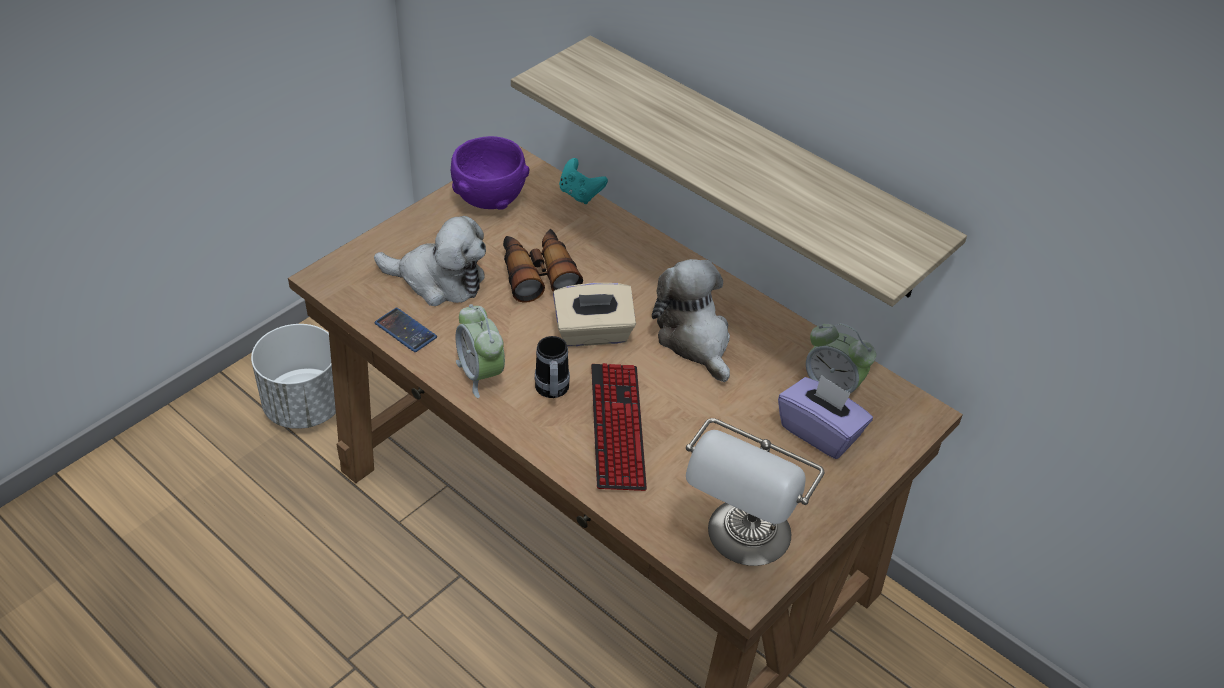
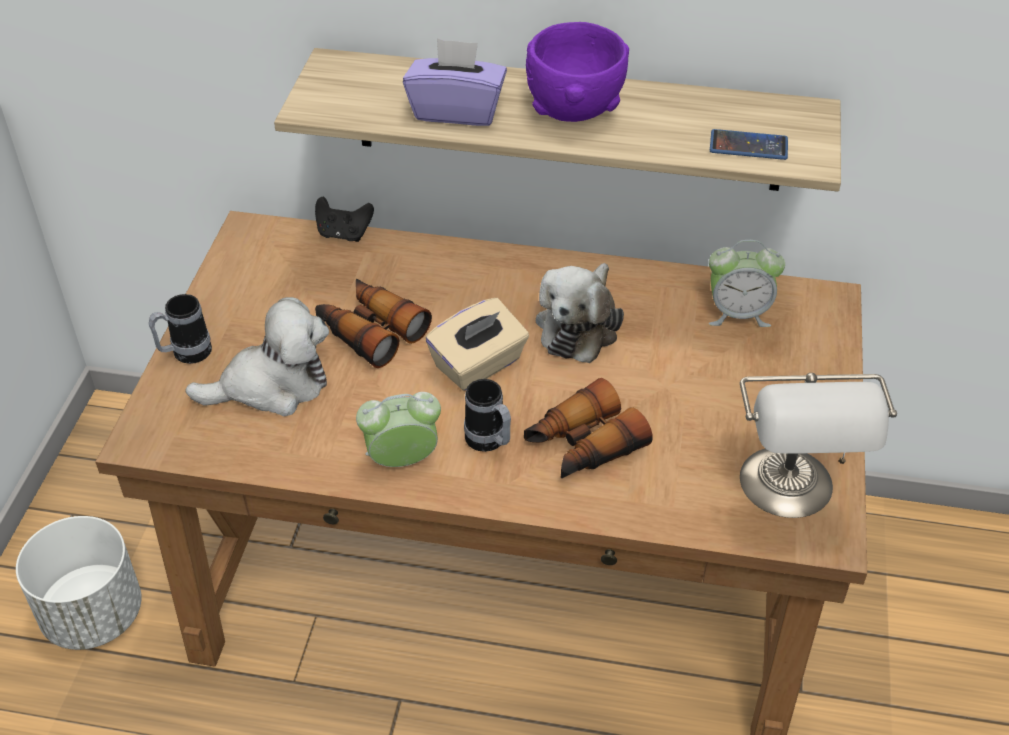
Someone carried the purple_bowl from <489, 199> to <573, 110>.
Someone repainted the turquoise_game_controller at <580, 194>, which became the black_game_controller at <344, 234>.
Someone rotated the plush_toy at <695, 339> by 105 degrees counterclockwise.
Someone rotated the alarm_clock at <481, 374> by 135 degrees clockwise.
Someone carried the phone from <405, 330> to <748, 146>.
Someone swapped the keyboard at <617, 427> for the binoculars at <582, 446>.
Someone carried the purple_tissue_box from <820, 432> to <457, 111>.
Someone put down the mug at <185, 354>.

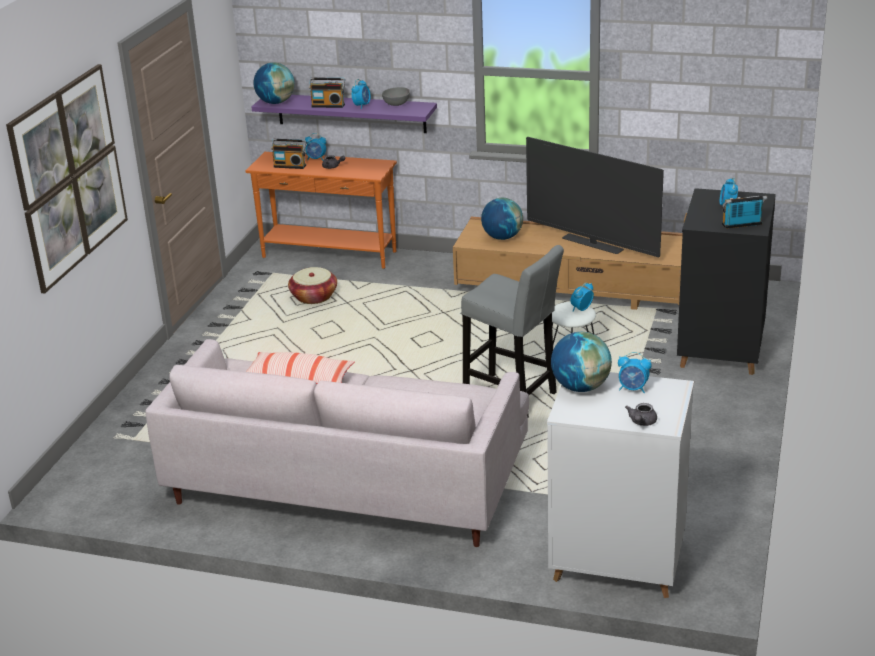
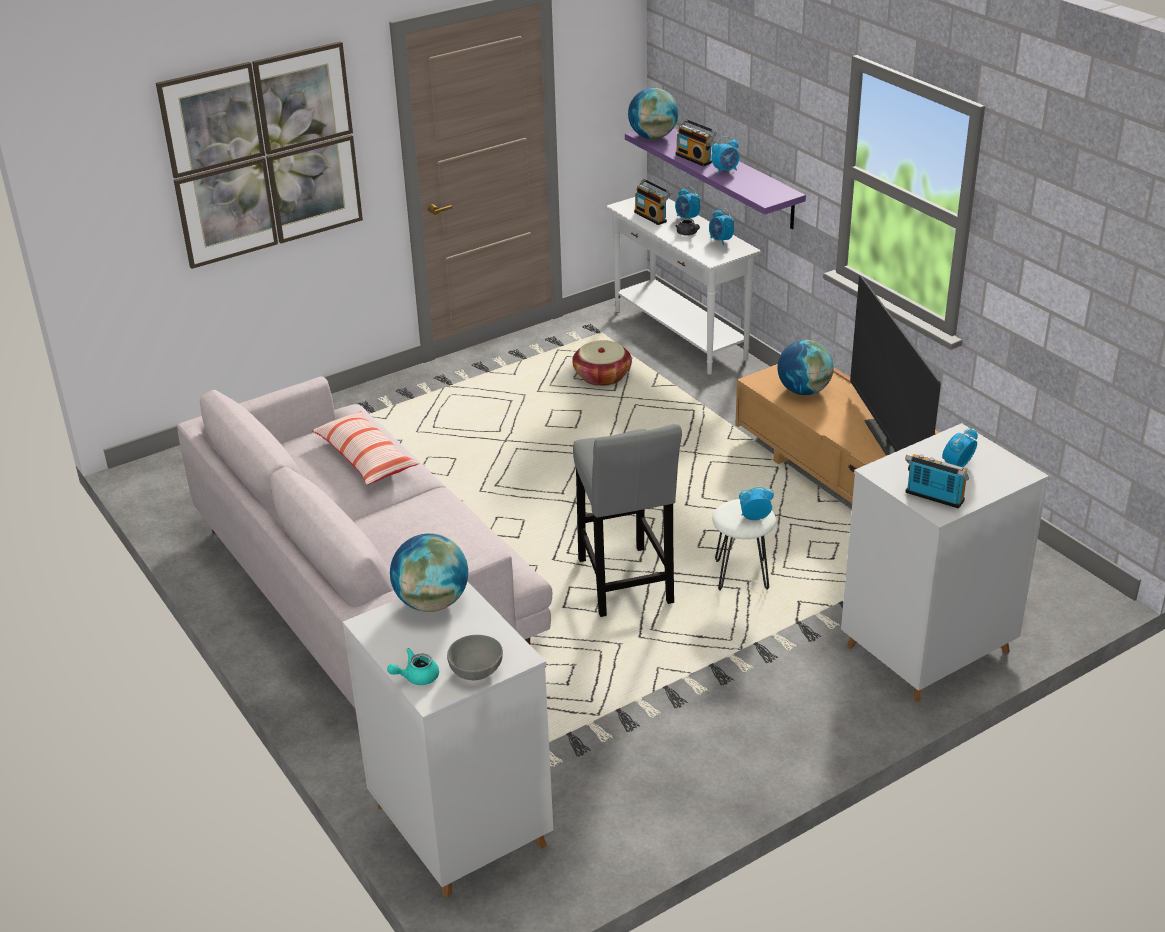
Someone carried the grey_bowl from <397, 104> to <477, 672>.
Someone repainted the orange_console_table at <330, 254>, which became the white_console_table at <681, 335>.
Someone repainted the black_dresser at <720, 349>, which became the white_dresser at <926, 649>.
Someone carried the alarm_clock from <633, 389> to <720, 240>.
Someone repainted the grey_teapot at <641, 422>, which became the turquoise_teapot at <416, 677>.

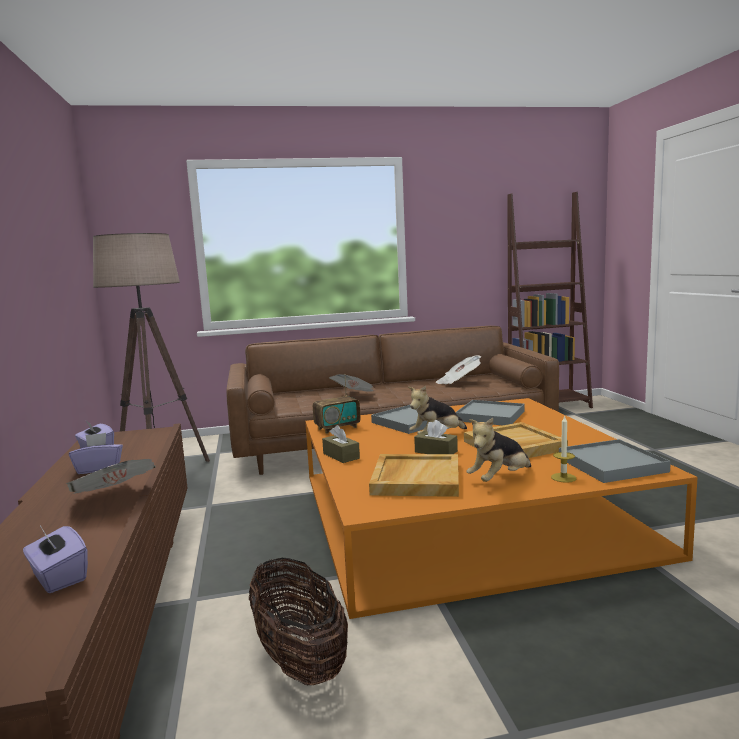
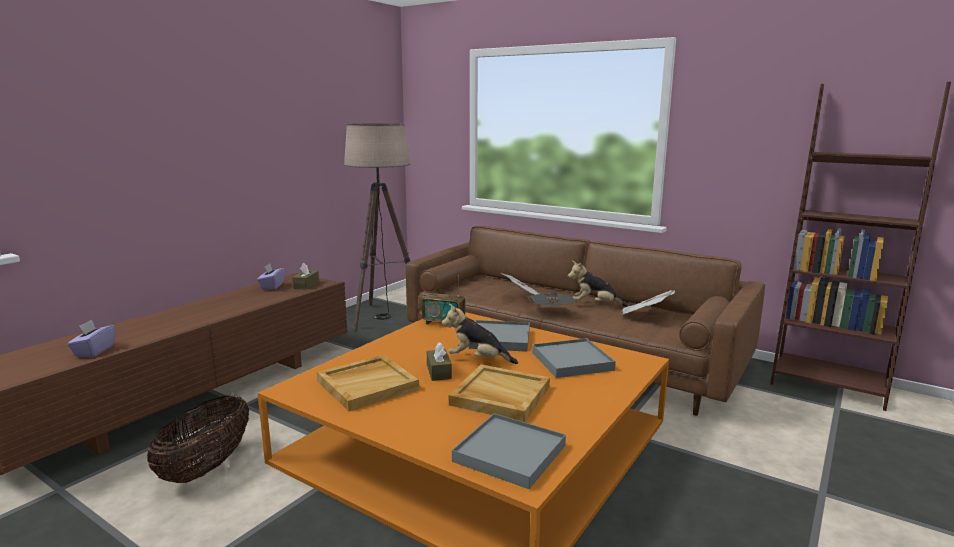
Someone took away the candle at <563, 477>.
Someone carried the plush_toy from <500, 479> to <594, 305>.
Someone carried the brown_tissue_box from <341, 456> to <306, 285>.
Someone took away the purple_tissue_box at <99, 468>.
Someone carried the newspaper from <115, 498> to <551, 313>.

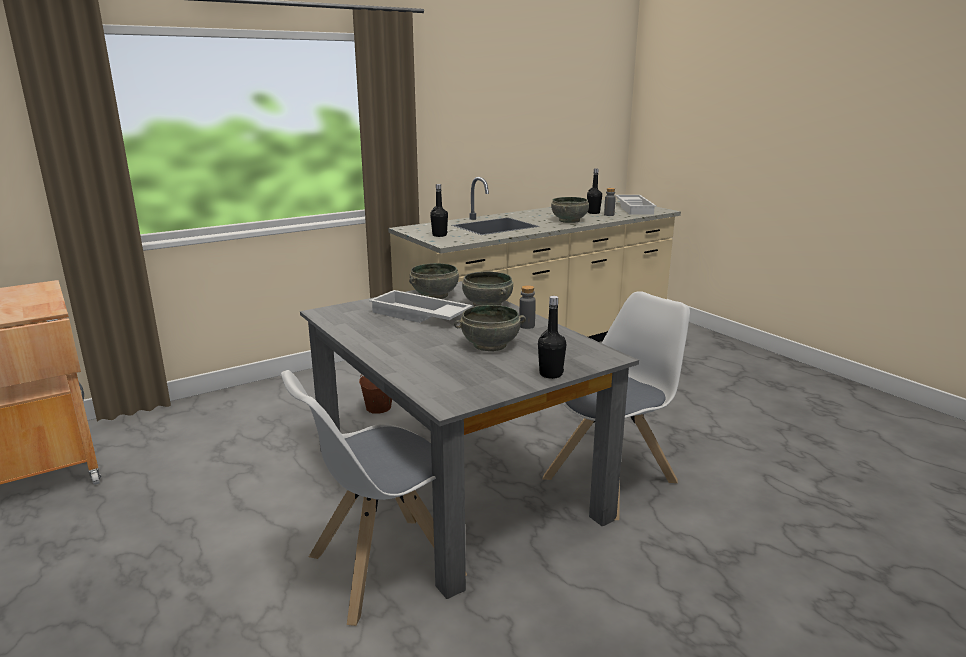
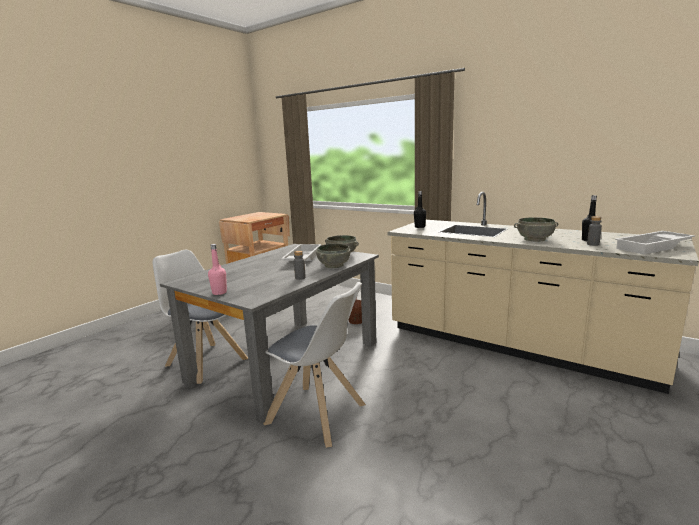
Someone repainted the black_bottle at <550, 374>, which became the pink_bottle at <219, 292>.
Someone took away the grey_bowl at <490, 345>.

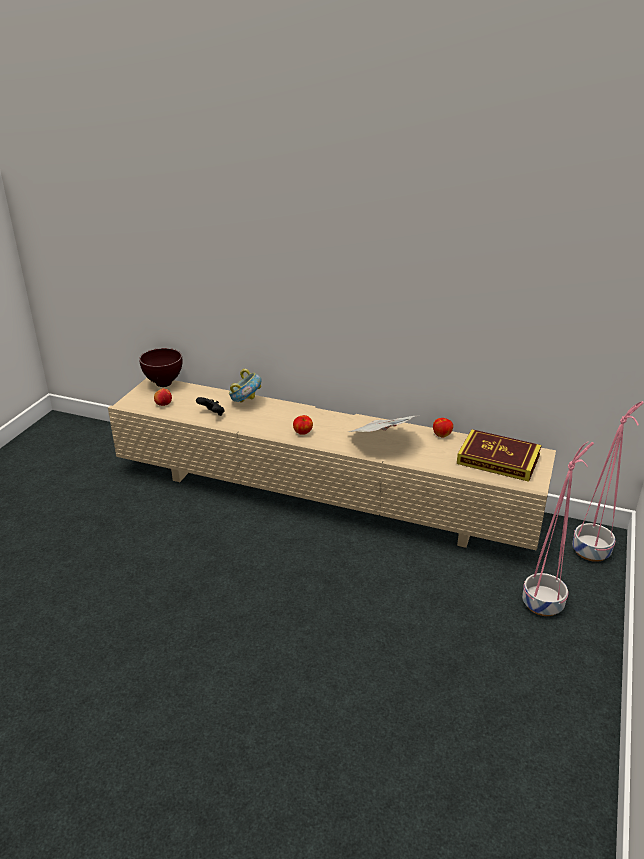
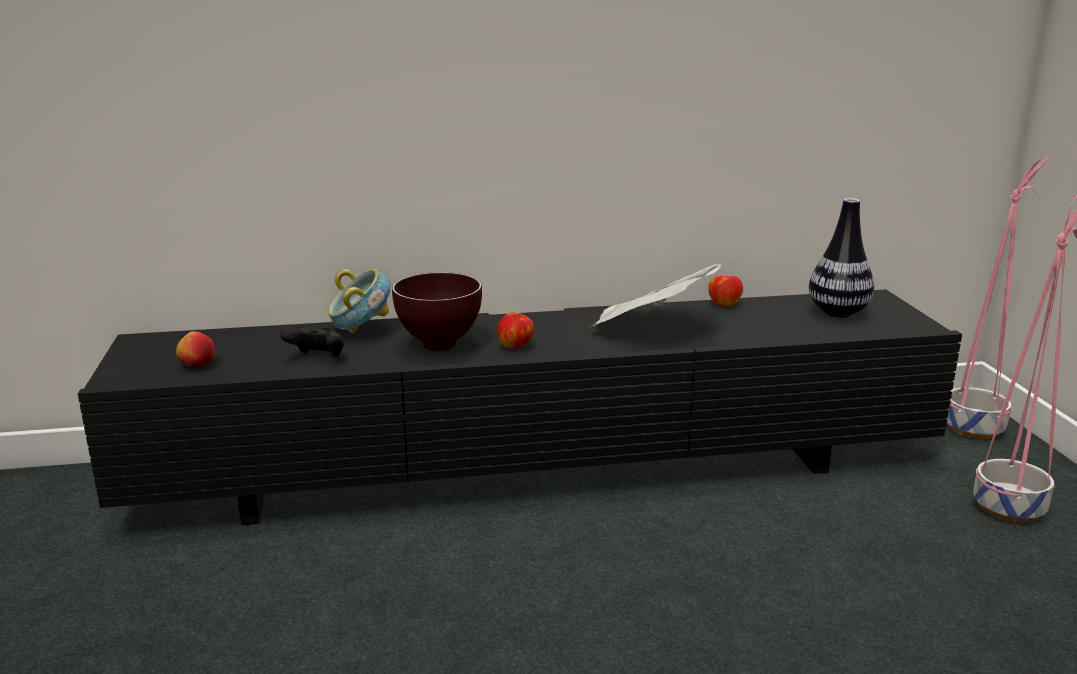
Someone carried the brown_bowl from <164, 384> to <441, 346>.
Someone repainted the beige_tv_stand at <322, 492>, which became the black_tv_stand at <538, 465>.
Someone swapped the book at <498, 459> for the vase at <837, 313>.

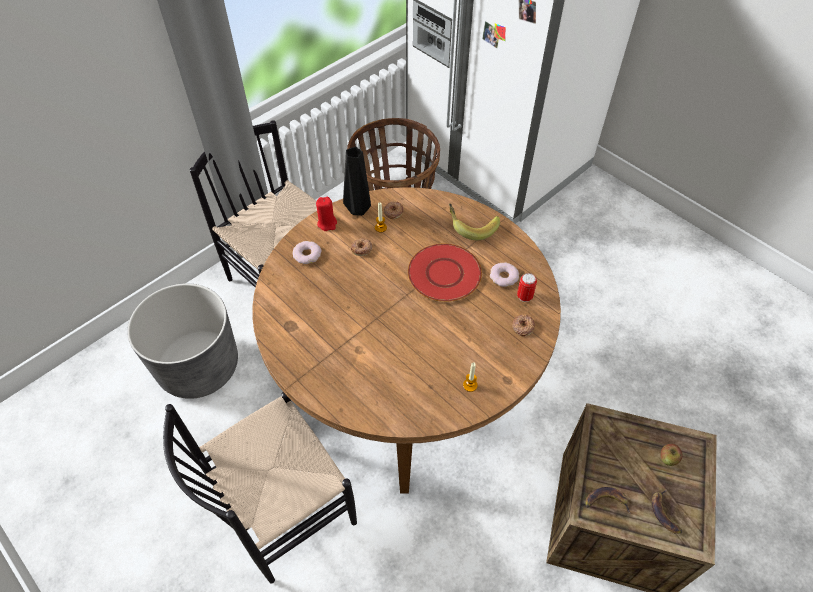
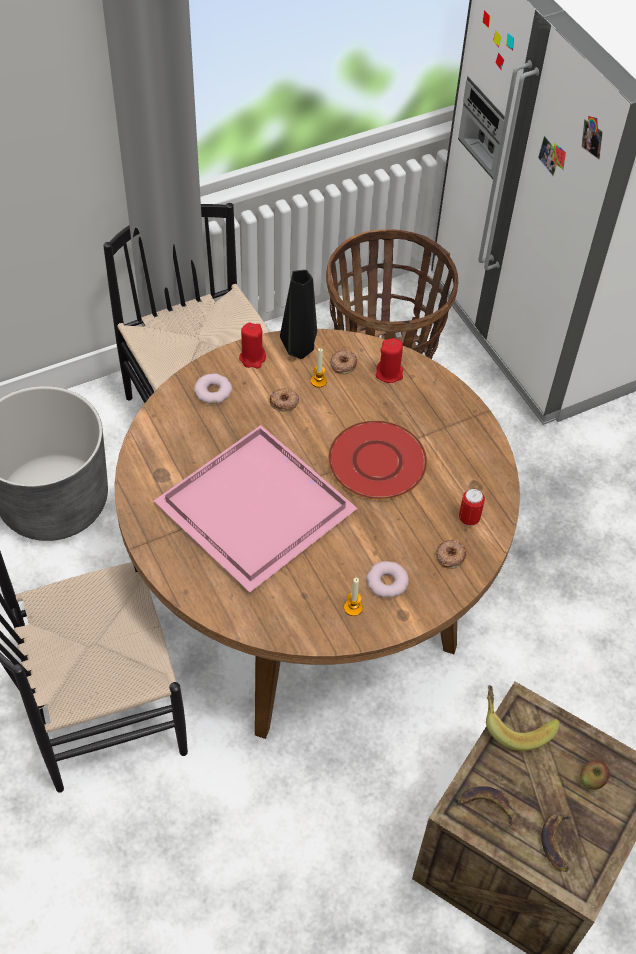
Someone carried the banana from <471, 227> to <515, 723>.
Someone carried the donut from <504, 277> to <387, 582>.
Someone put down the red_candle at <389, 373>.
Someone put down the pink_tray at <259, 508>.

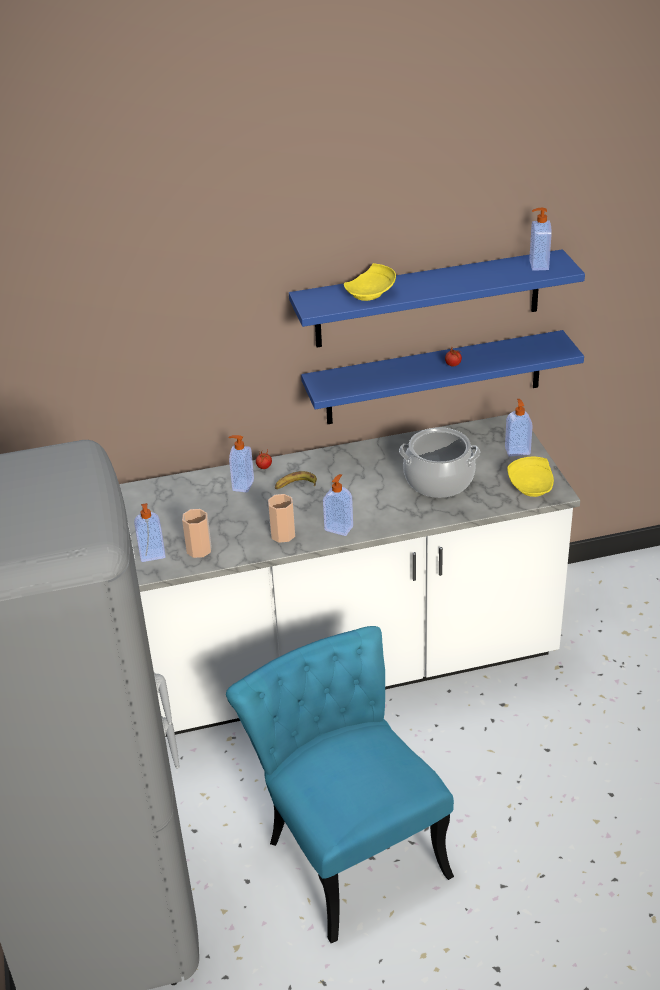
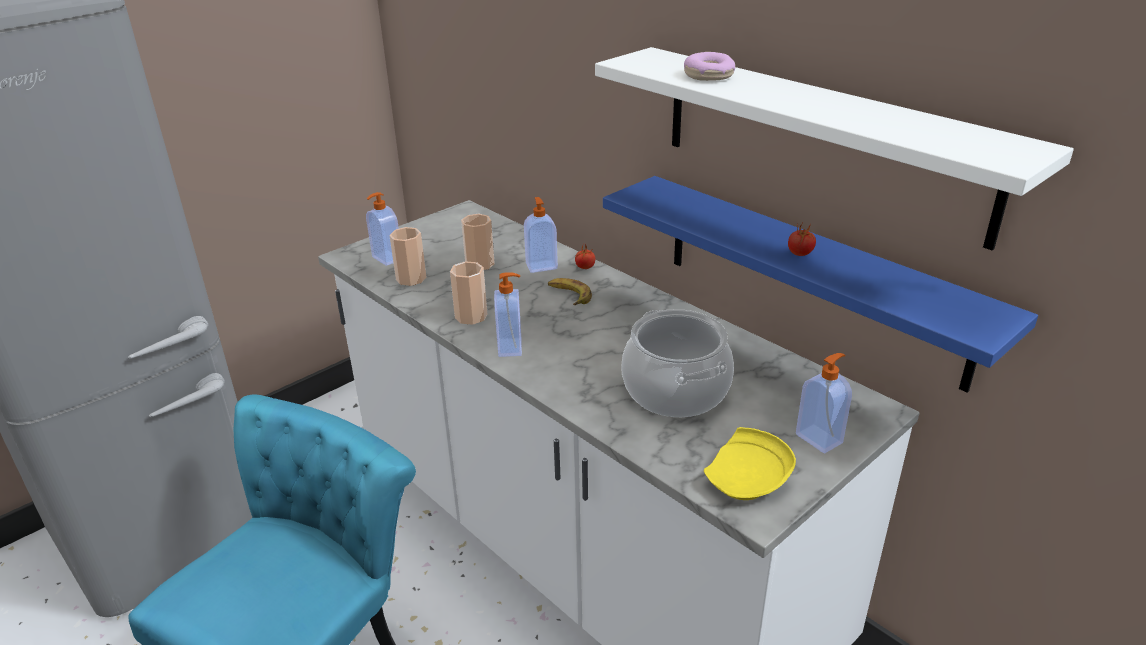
Someone took away the soap_dispenser at <538, 265>.
Someone repainted the blue_shelf at <428, 299>, which became the white_shelf at <819, 141>.
Someone swapped the yellow_plate at <371, 293> for the donut at <708, 76>.
Someone put down the cup at <480, 264>.

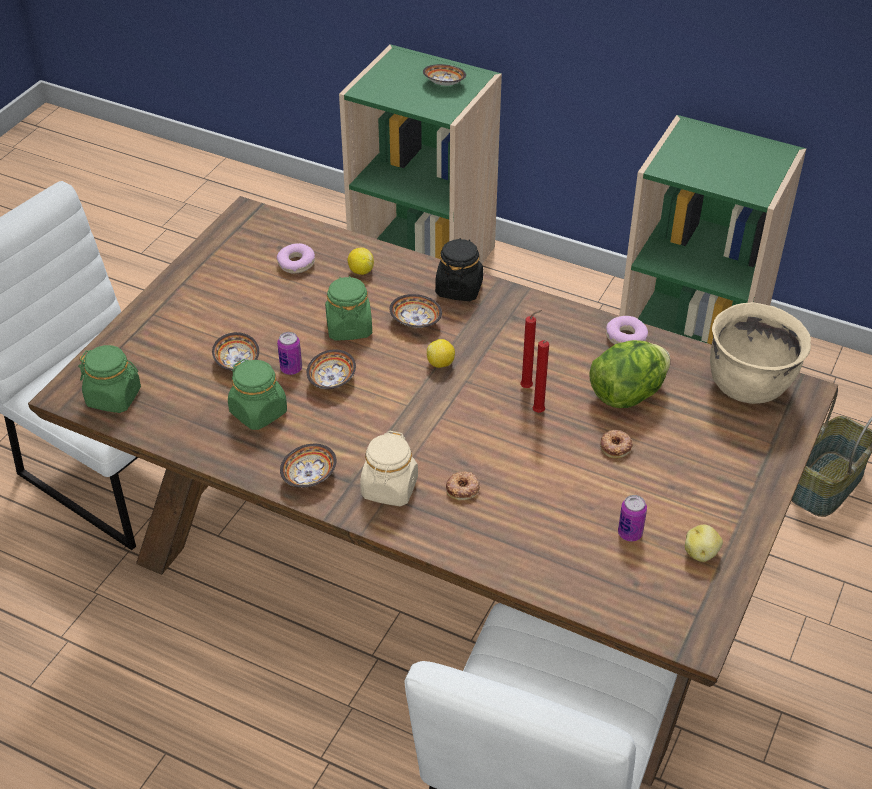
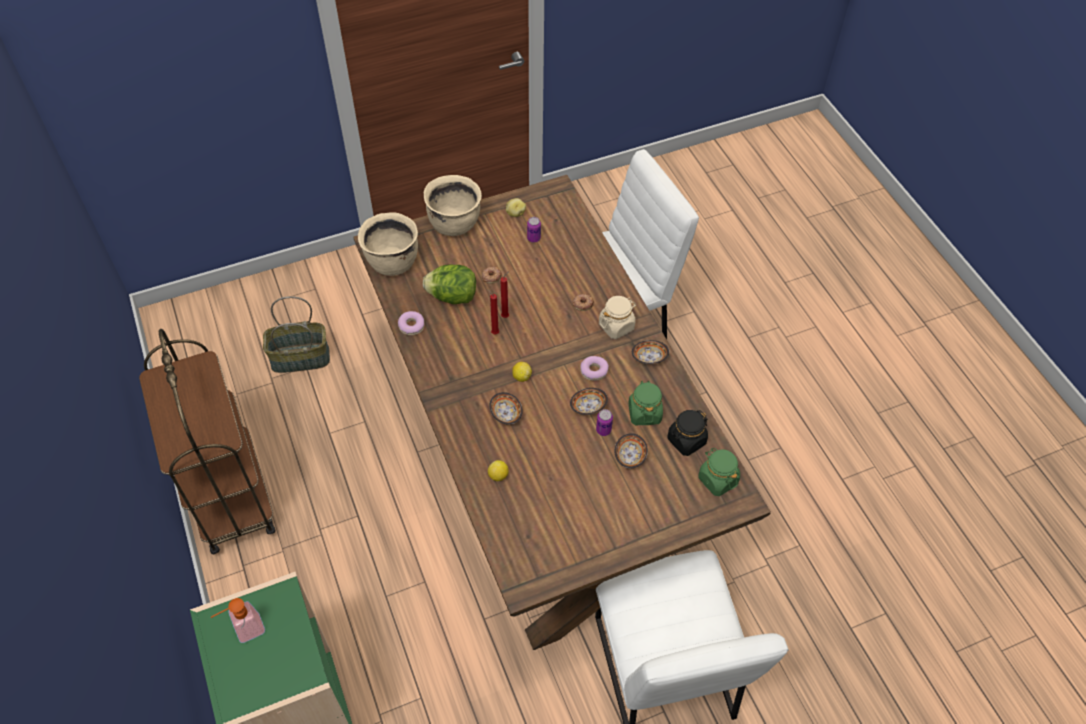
Someone swapped the bowl at <444, 84> for the soap_dispenser at <244, 631>.
Someone swapped the green_bookcase at <693, 337> for the brown_cart at <230, 494>.
Someone carried the black_jar from <459, 288> to <686, 440>.
Someone carried the donut from <296, 264> to <594, 371>.
Someone took away the green_jar at <349, 327>.
Someone put down the beige_cooking_pot at <454, 223>.

